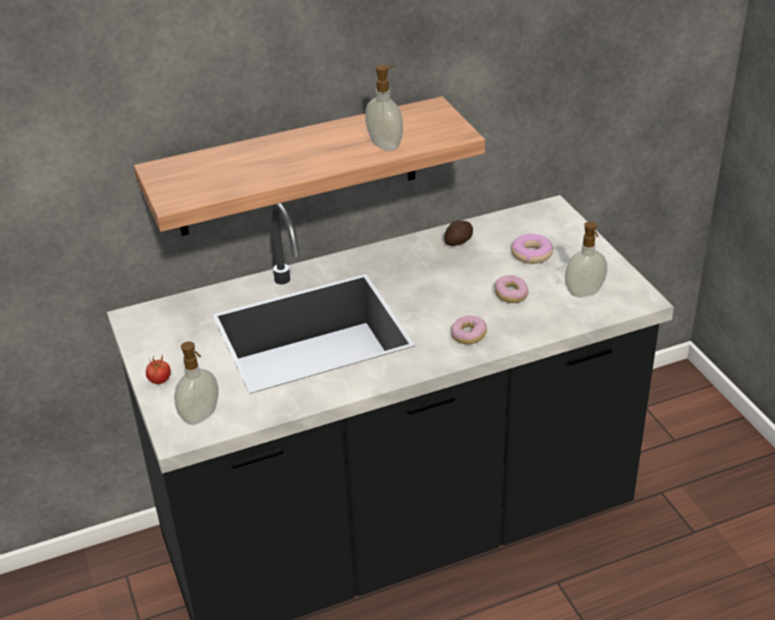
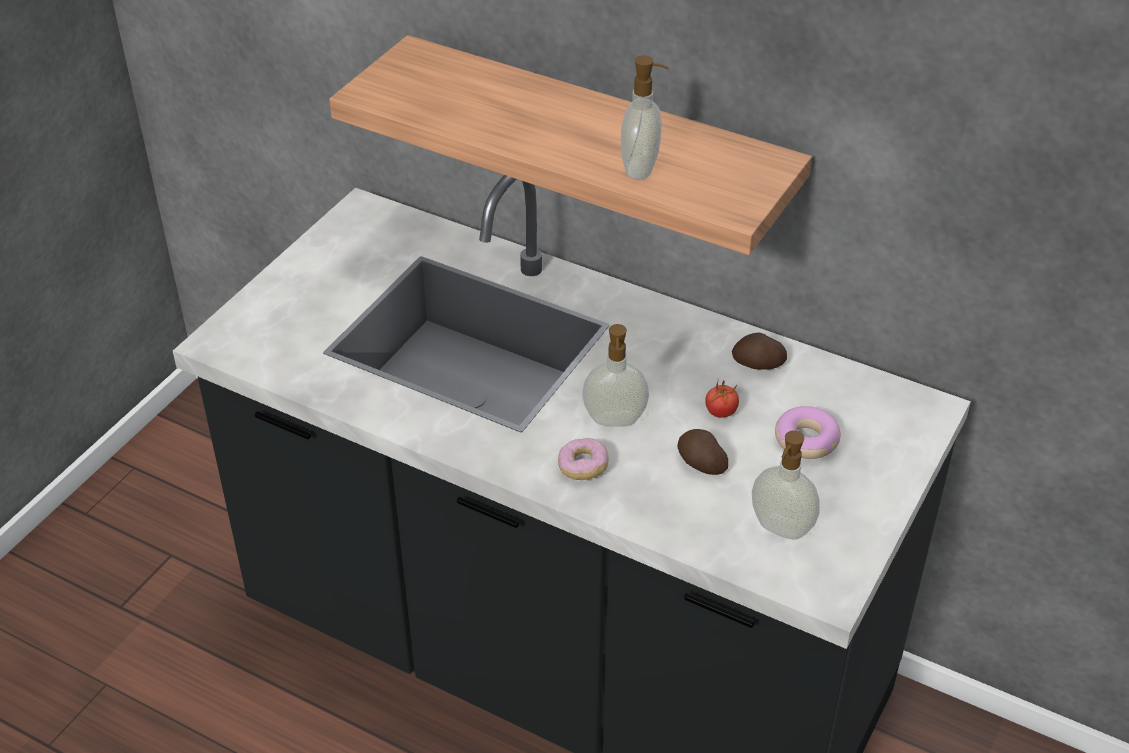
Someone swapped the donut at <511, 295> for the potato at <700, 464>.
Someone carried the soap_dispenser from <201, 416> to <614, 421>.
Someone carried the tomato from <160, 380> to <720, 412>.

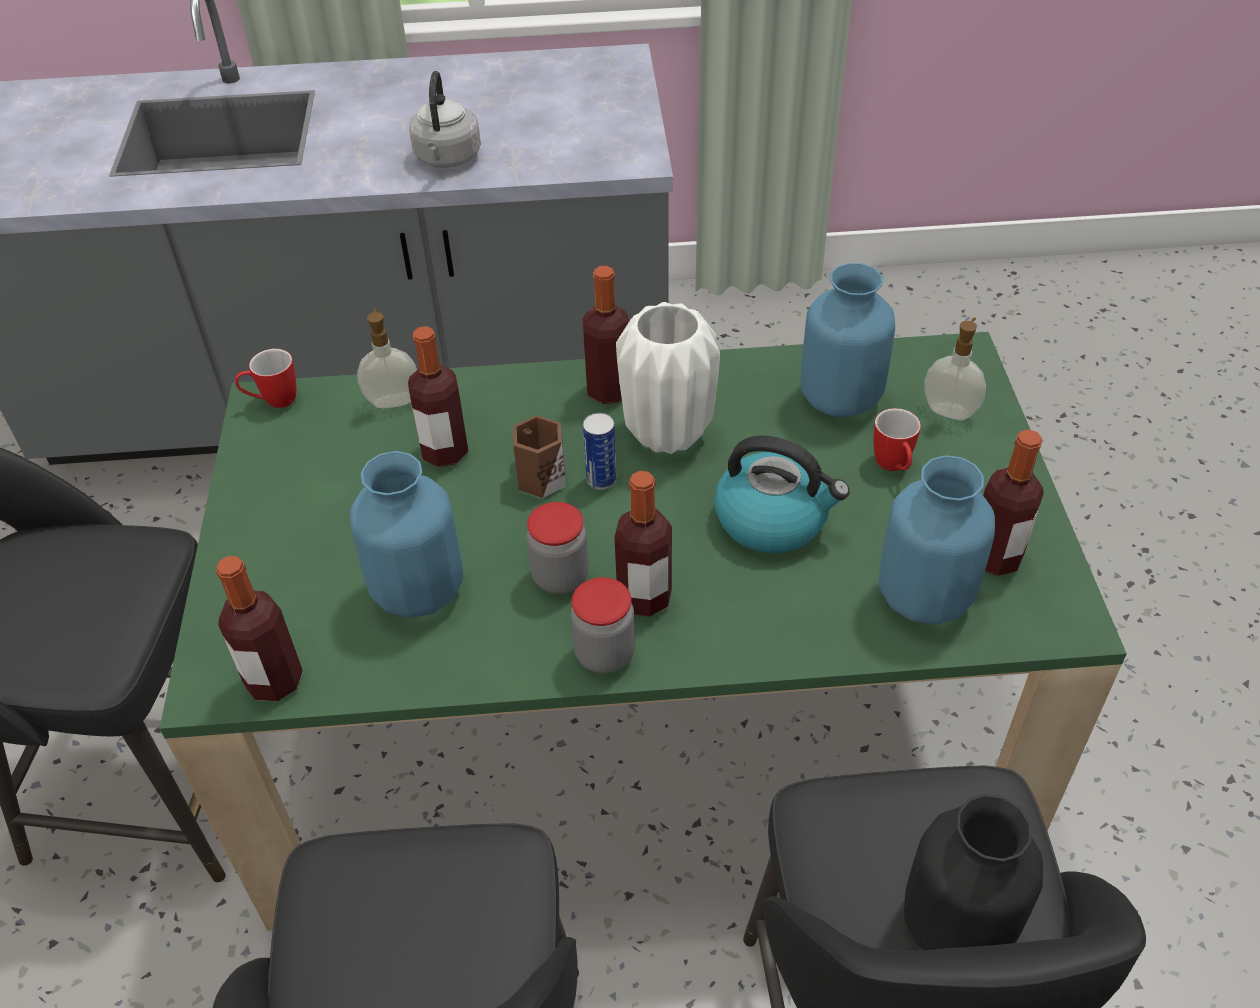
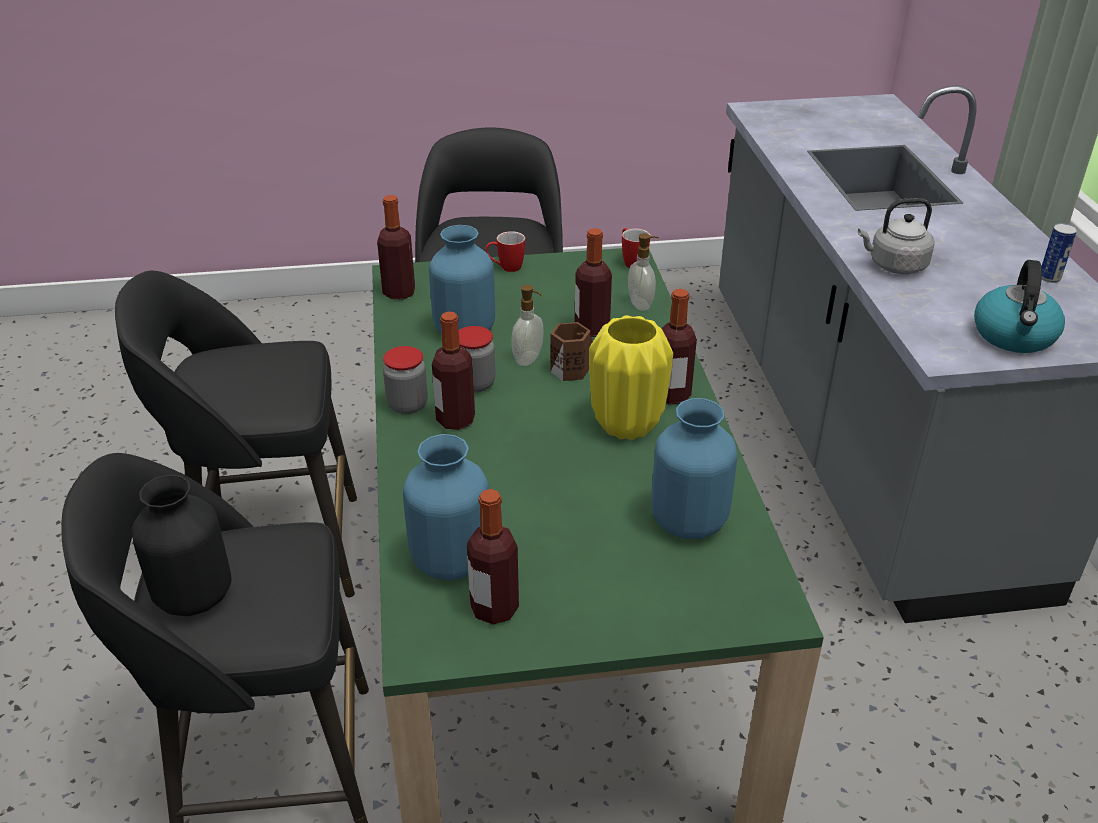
Someone repainted the white_vase at <668, 433>, which became the yellow_vase at <627, 426>.
Someone carried the soap_dispenser from <949, 410> to <529, 359>.
Someone carried the mug from <894, 467> to <505, 268>.
Someone carried the can from <601, 480> to <1049, 278>.
Someone carried the kettle from <773, 519> to <1014, 336>.

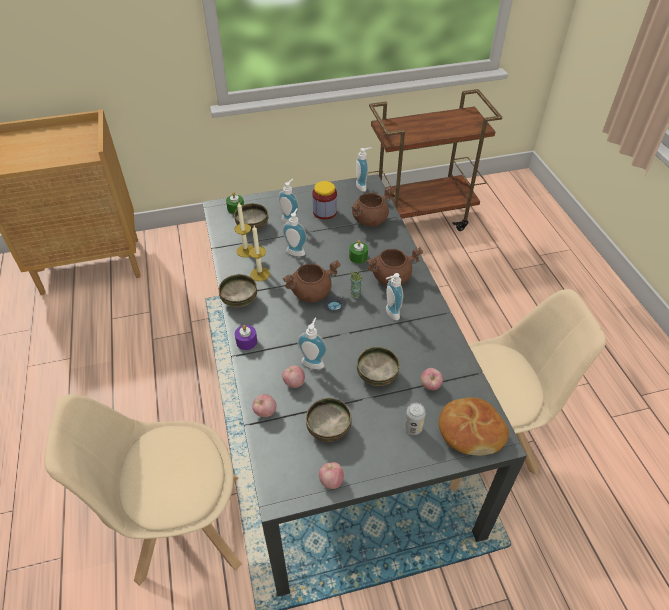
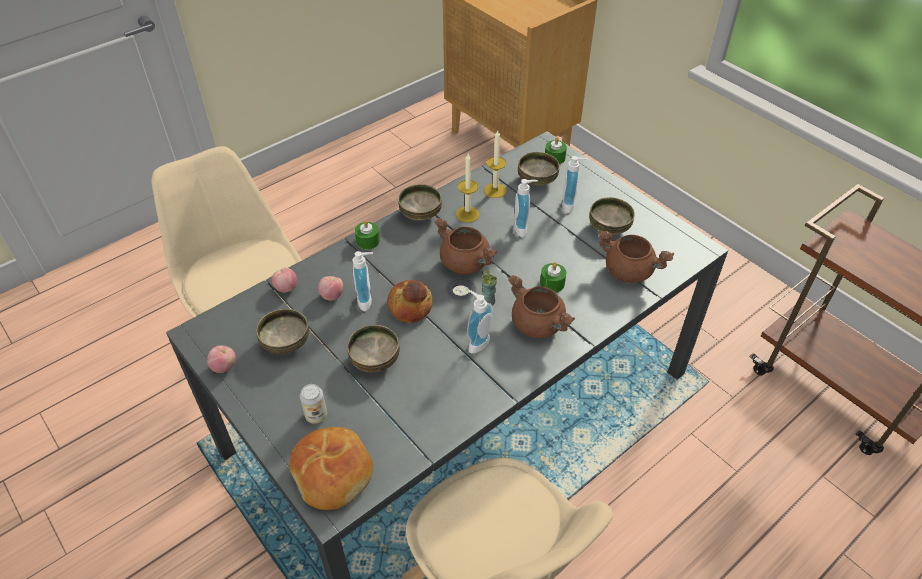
Someone took away the soap_dispenser at <363, 186>.
Someone swapped the jar at <324, 212> for the bowl at <609, 227>.
Someone repainted the purple_candle at <246, 341>, which became the green_candle at <367, 241>.
Someone took away the apple at <430, 385>.
Someone put down the bread at <411, 306>.

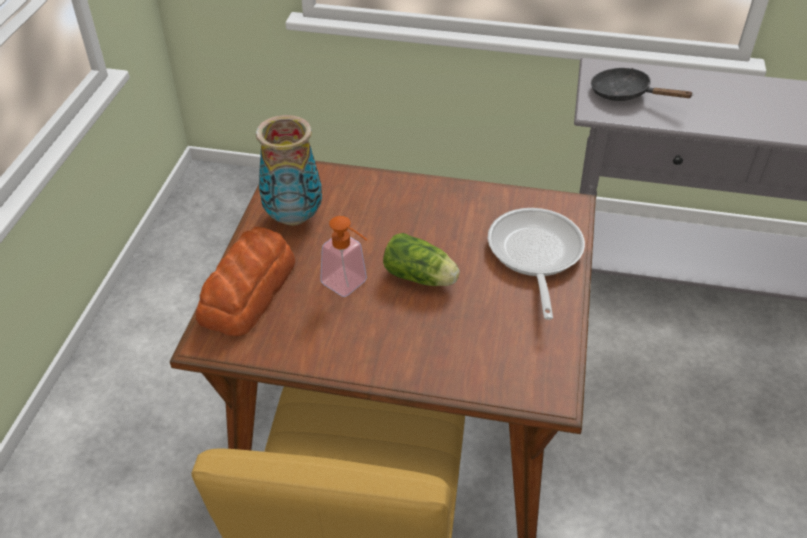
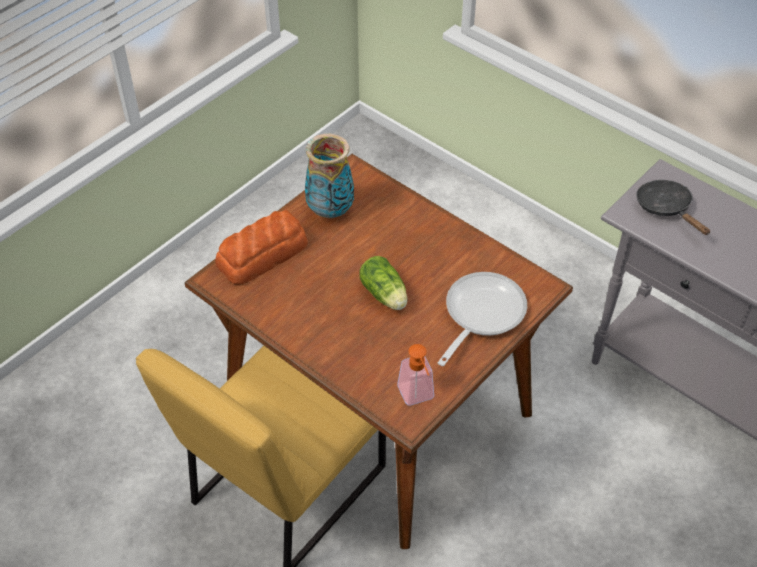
Someone carried the soap_dispenser from <349, 286> to <418, 397>.

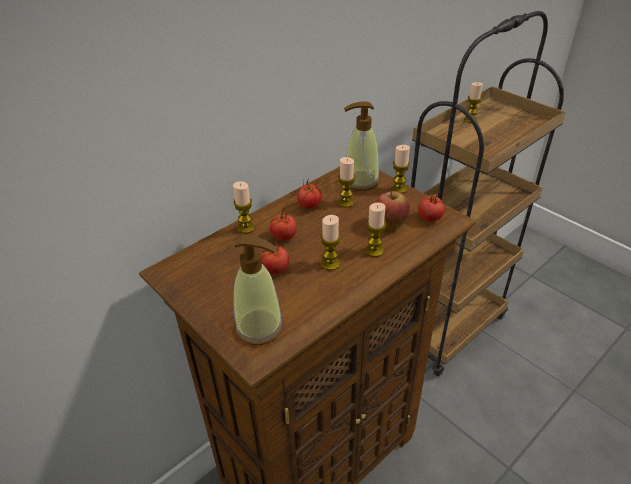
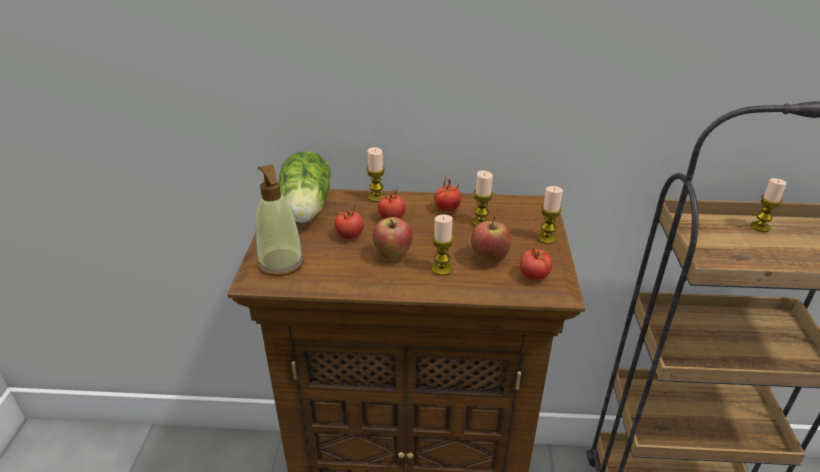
Someone took away the soap_dispenser at <360, 181>.
Someone swapped the candle at <330, 264> for the apple at <393, 256>.
Someone put down the lettuce at <306, 210>.

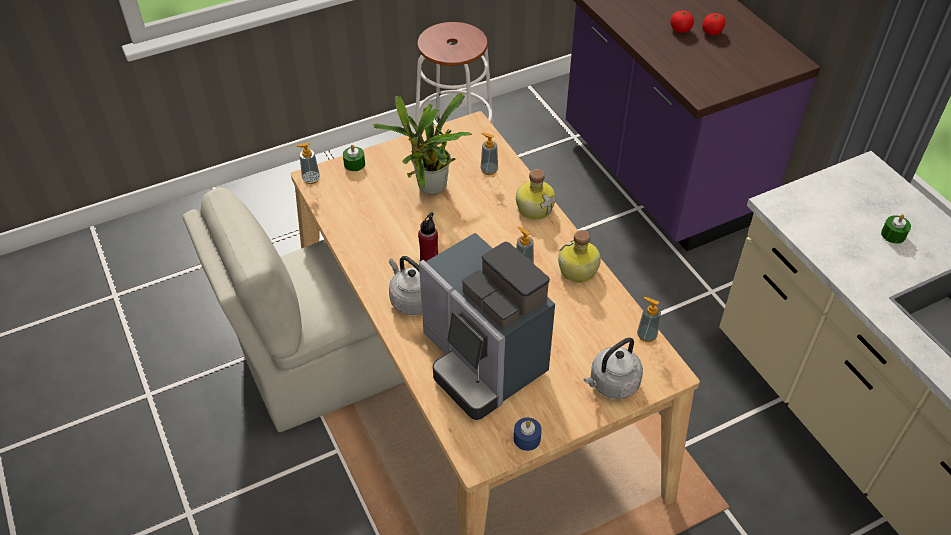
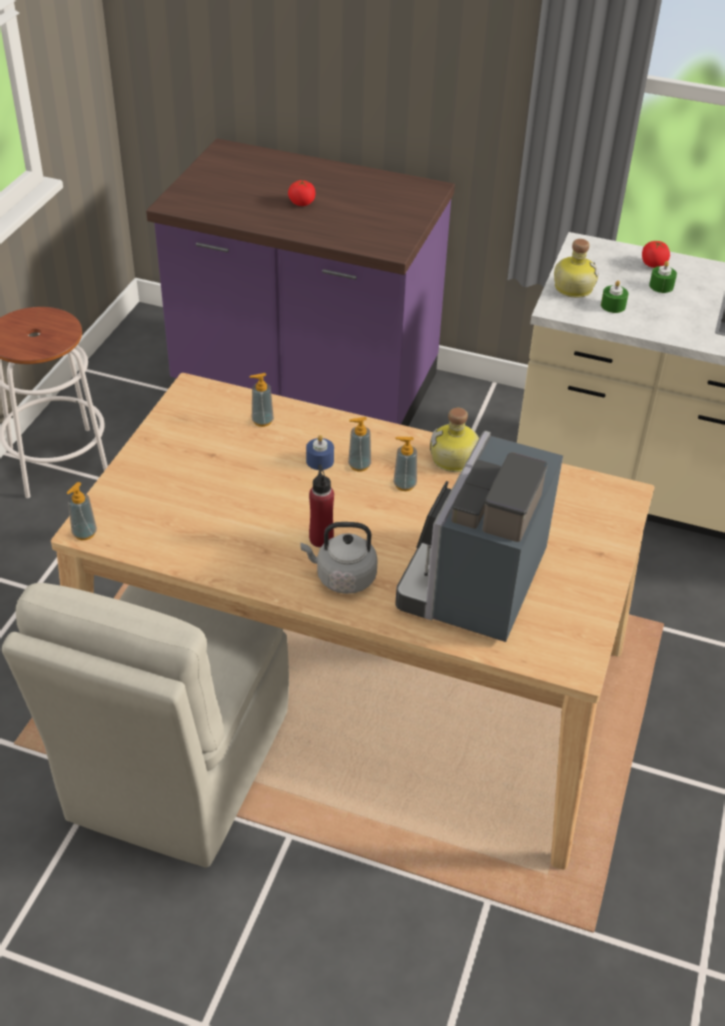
Someone carried the tomato from <712, 32> to <653, 264>.
Someone took away the potted_plant at <430, 190>.
Someone carried the green_candle from <354, 164> to <613, 306>.
Someone carried the bottle from <535, 207> to <572, 287>.
Someone rotated the coffee_machine at <482, 361> by 105 degrees clockwise.
Someone carried the soap_dispenser from <646, 335> to <359, 465>.
Someone took away the grey_kettle at <612, 384>.
Someone carried the blue_candle from <527, 438> to <320, 461>.

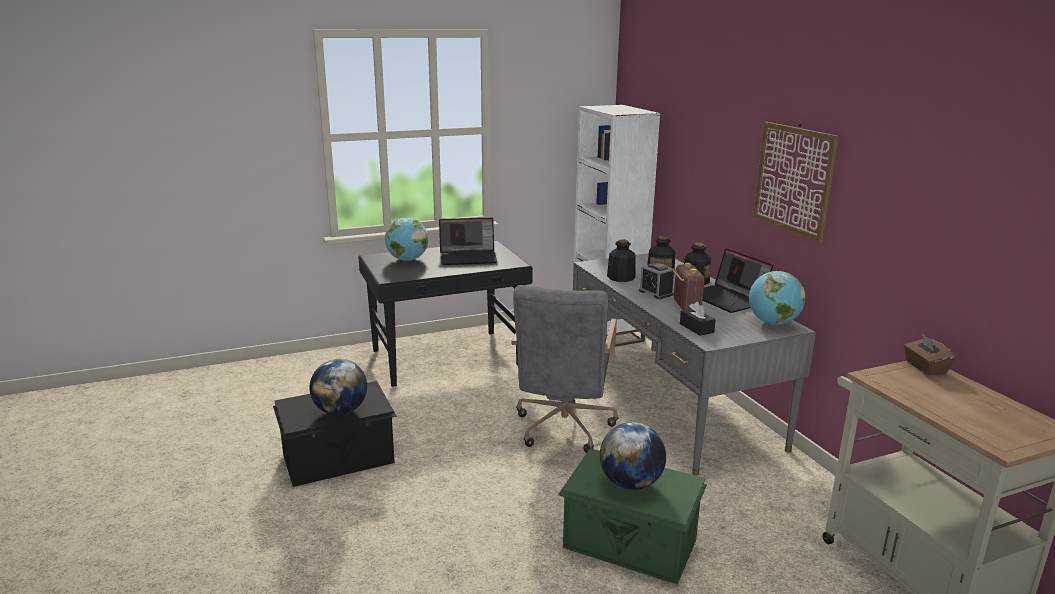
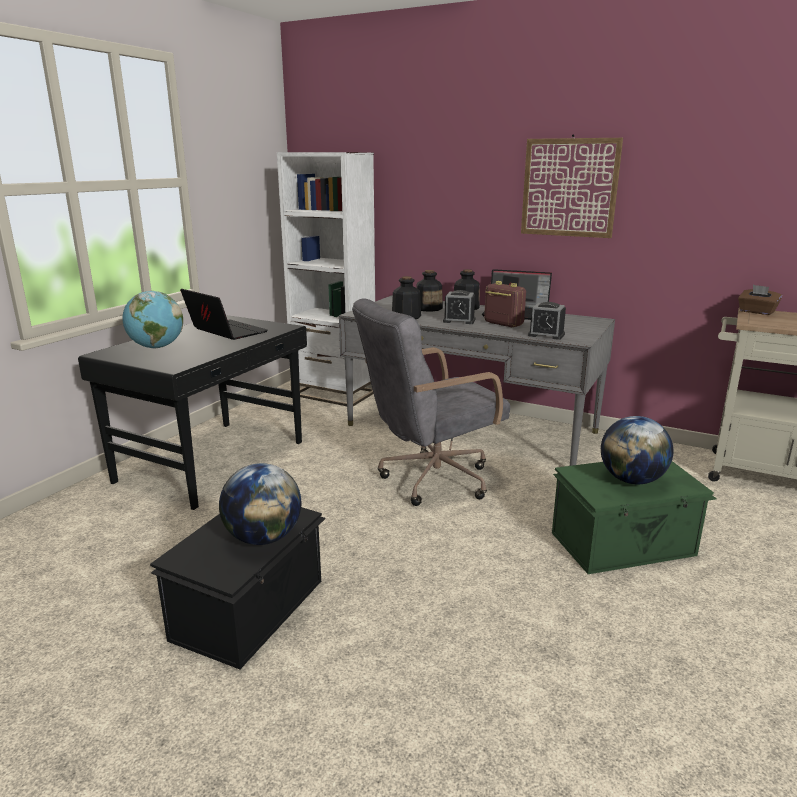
Someone rotated the laptop at <469, 257> by 90 degrees counterclockwise.
Someone took away the globe at <773, 323>.
Someone rotated the grey_office_chair at <563, 432> by 90 degrees clockwise.
Someone swapped the black_tissue_box at <696, 328> for the alarm_clock at <546, 335>.

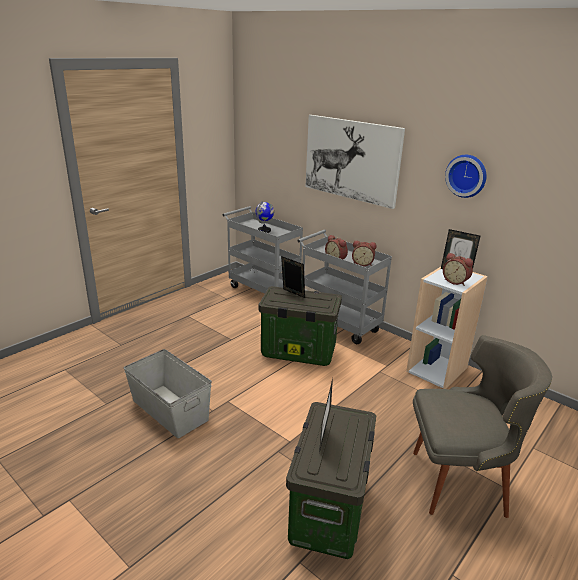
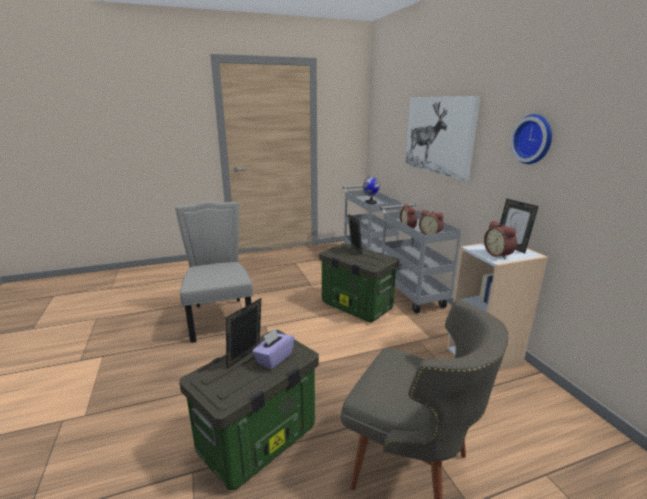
Someone swapped the grey_storage_box at <170, 409> for the grey_chair at <220, 320>.
Someone put down the purple_tissue_box at <274, 358>.

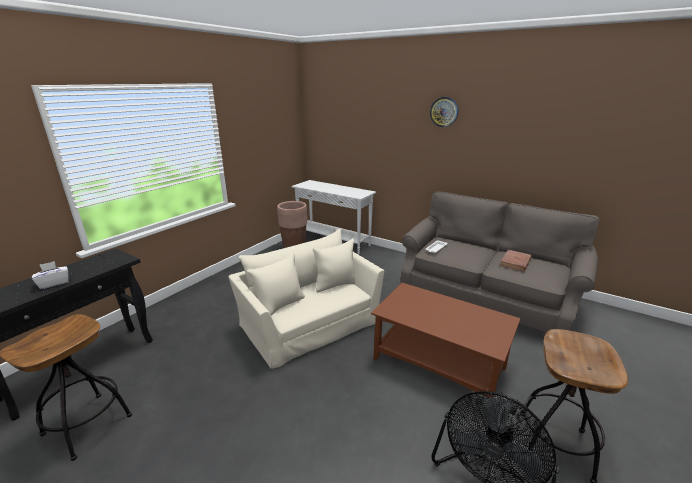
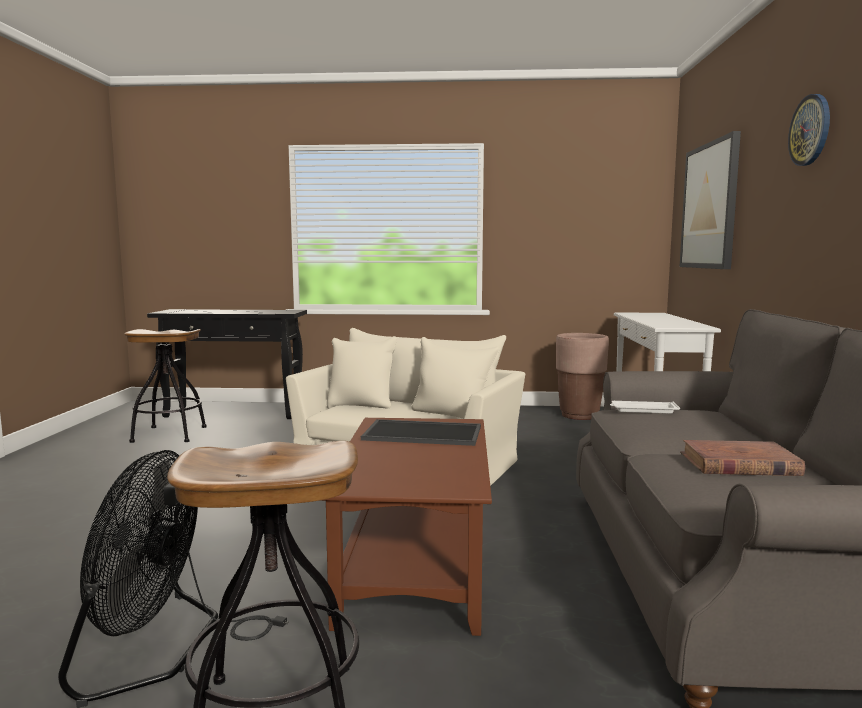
Someone took away the white_tissue_box at <54, 283>.
Someone put up the picture at <710, 206>.
Someone put down the tray at <421, 434>.

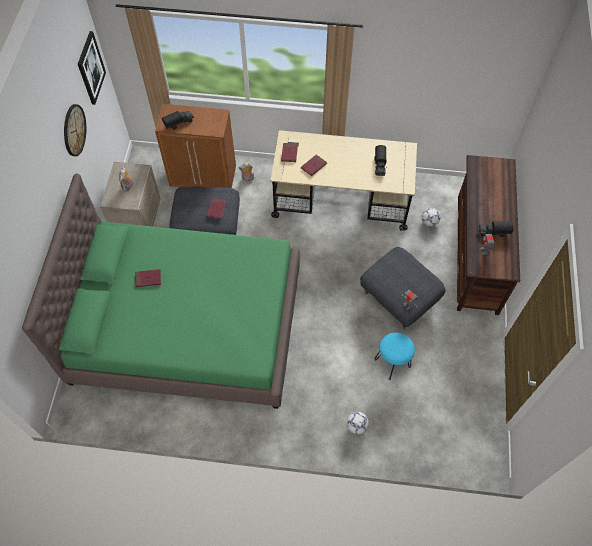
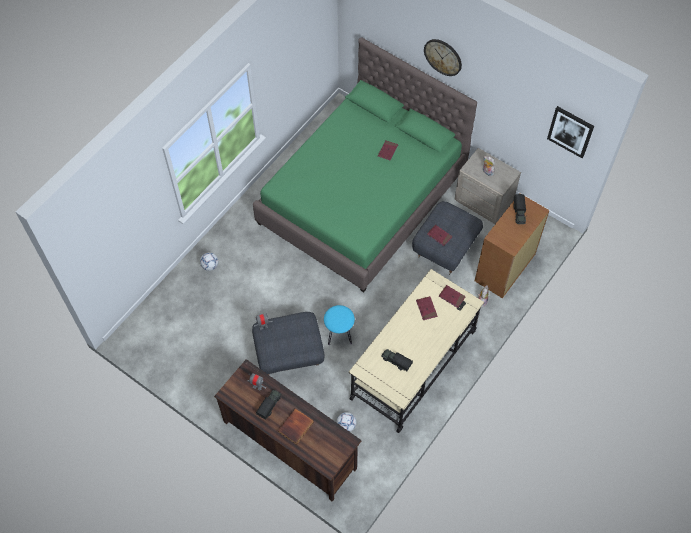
Someone carried the wall_clock from <74, 130> to <443, 57>.
Someone carried the turquoise_stool from <392, 363> to <339, 333>.
Someone put down the book at <296, 427>.

